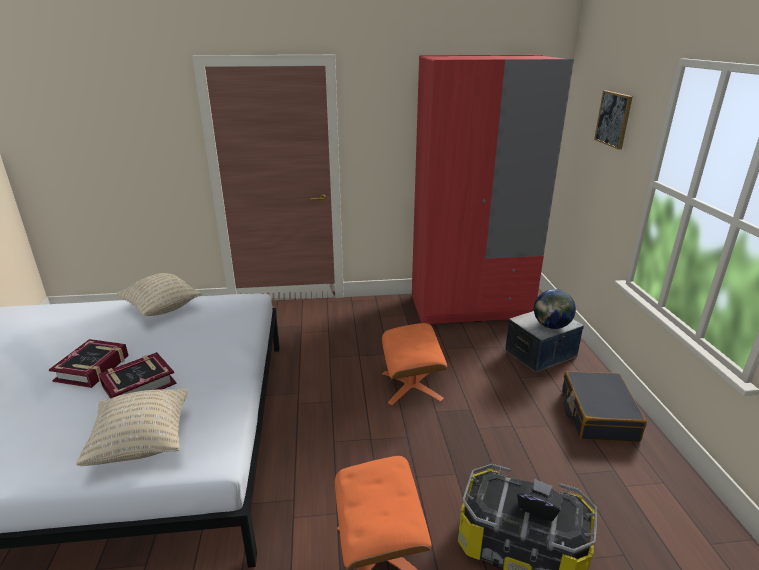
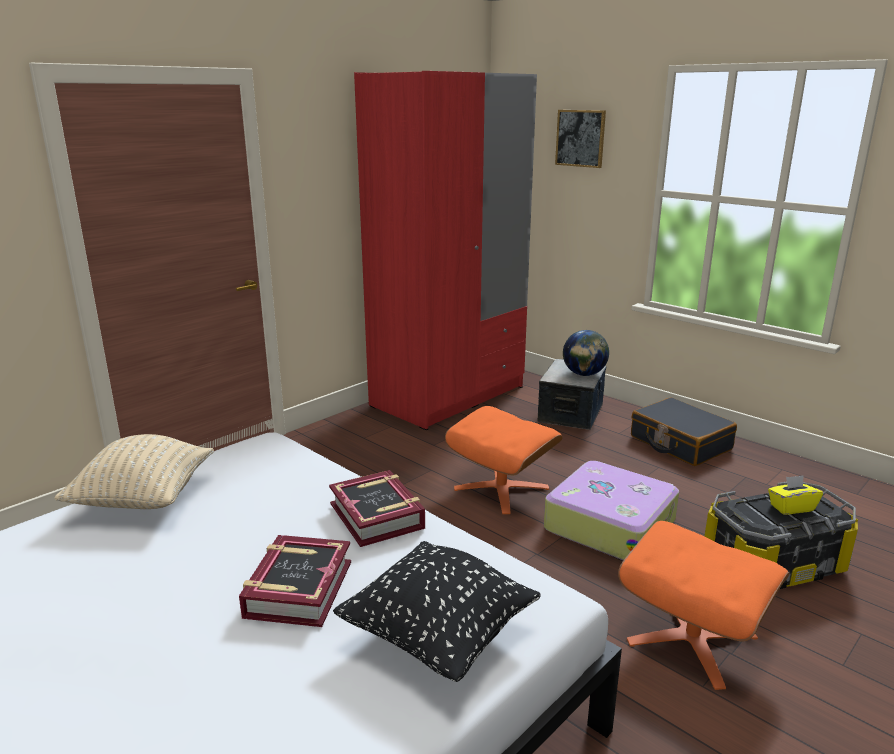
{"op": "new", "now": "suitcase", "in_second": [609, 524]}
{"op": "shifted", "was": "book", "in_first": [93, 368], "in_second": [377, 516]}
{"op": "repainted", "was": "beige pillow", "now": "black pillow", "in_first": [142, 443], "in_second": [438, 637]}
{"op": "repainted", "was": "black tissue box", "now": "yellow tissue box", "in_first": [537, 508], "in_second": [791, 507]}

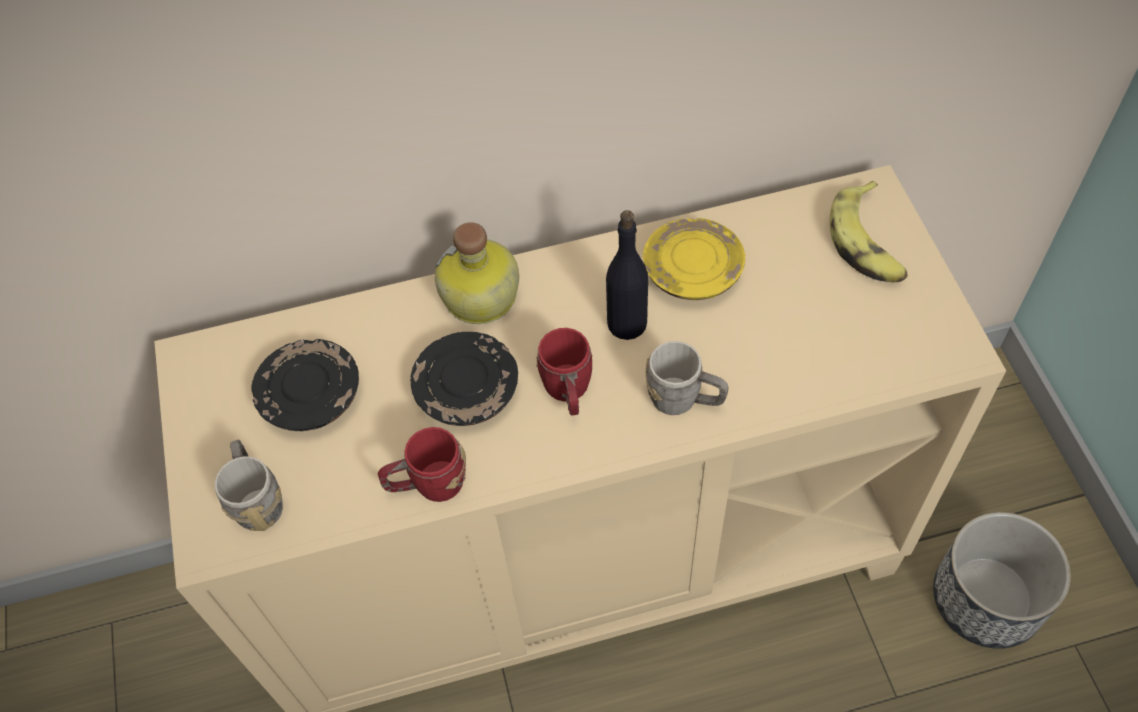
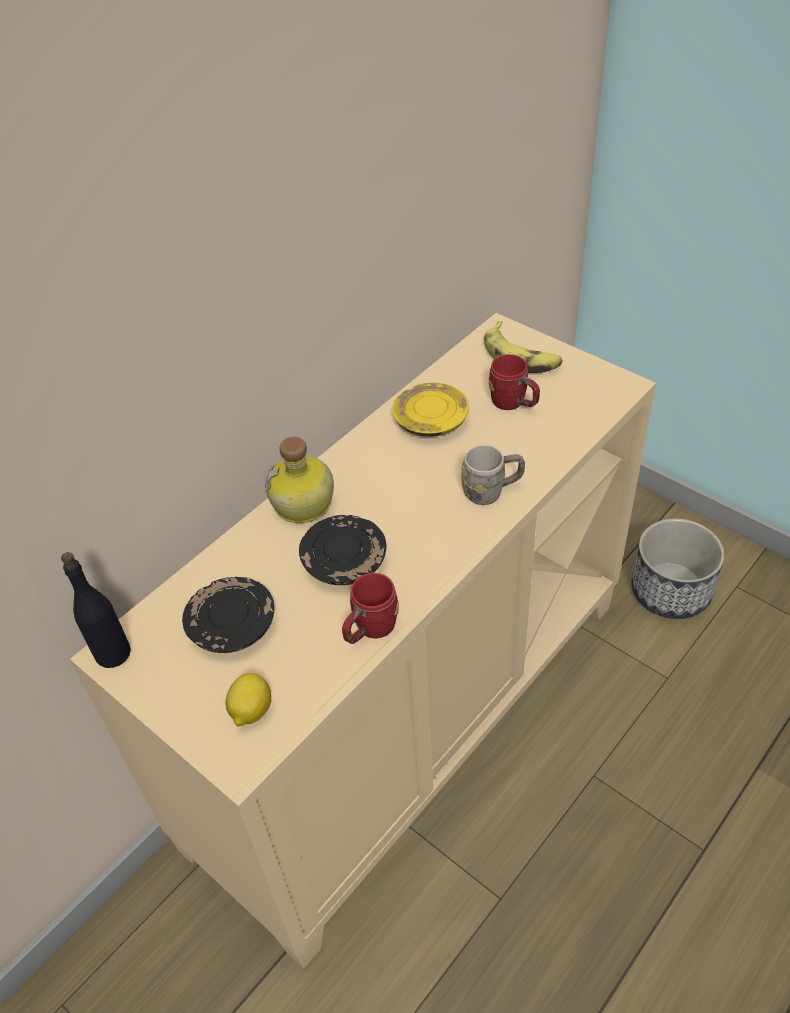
{"op": "shifted", "was": "red mug", "in_first": [568, 393], "in_second": [514, 404]}
{"op": "shifted", "was": "black bottle", "in_first": [627, 323], "in_second": [113, 653]}
{"op": "swapped", "was": "grey mug", "now": "lemon", "in_first": [257, 499], "in_second": [251, 711]}

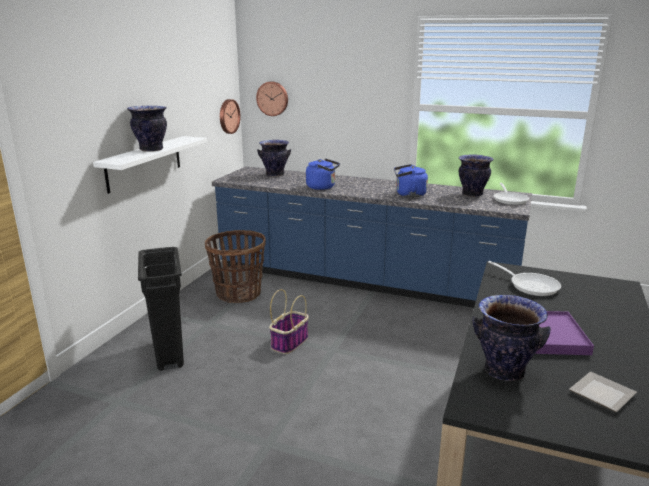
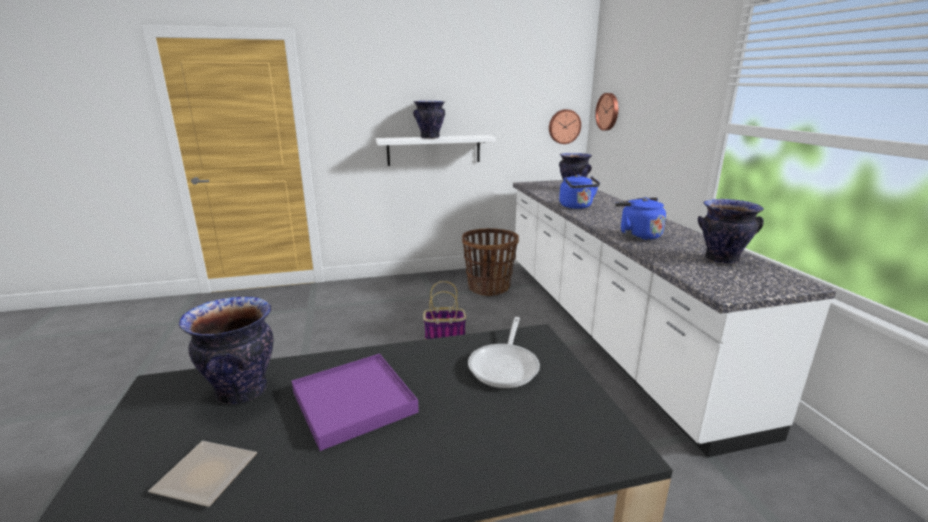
{"op": "gone", "was": "black trash can", "in_first": [169, 354]}
{"op": "gone", "was": "frying pan", "in_first": [510, 199]}
{"op": "repainted", "was": "blue counter", "now": "white counter", "in_first": [363, 280], "in_second": [605, 327]}

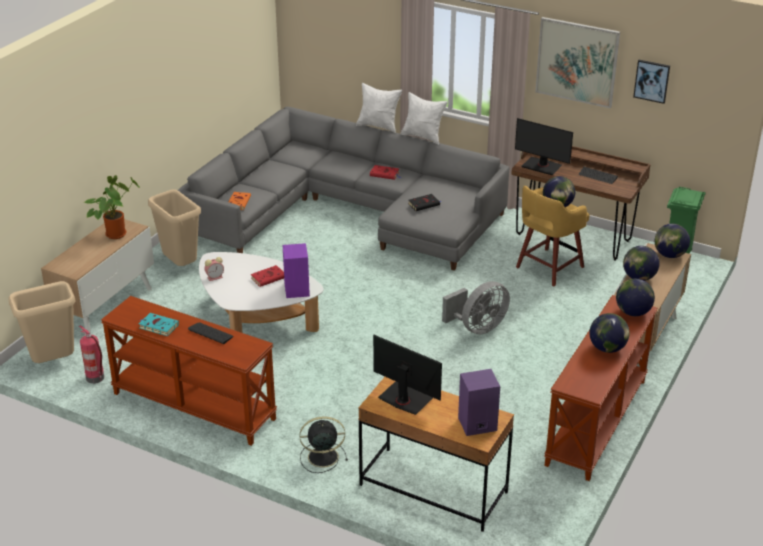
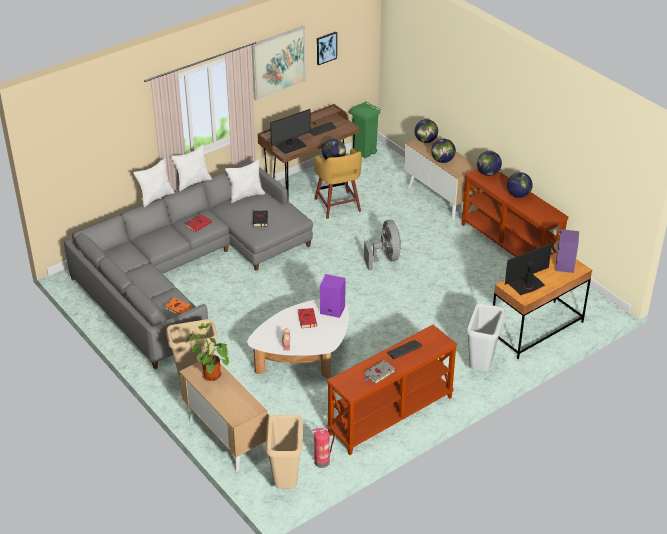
{"op": "new", "now": "white pillow", "in_second": [246, 195]}
{"op": "swapped", "was": "black fan", "now": "grey trash can", "in_first": [321, 457], "in_second": [481, 368]}
{"op": "repainted", "was": "turquoise book", "now": "grey book", "in_first": [158, 326], "in_second": [378, 374]}

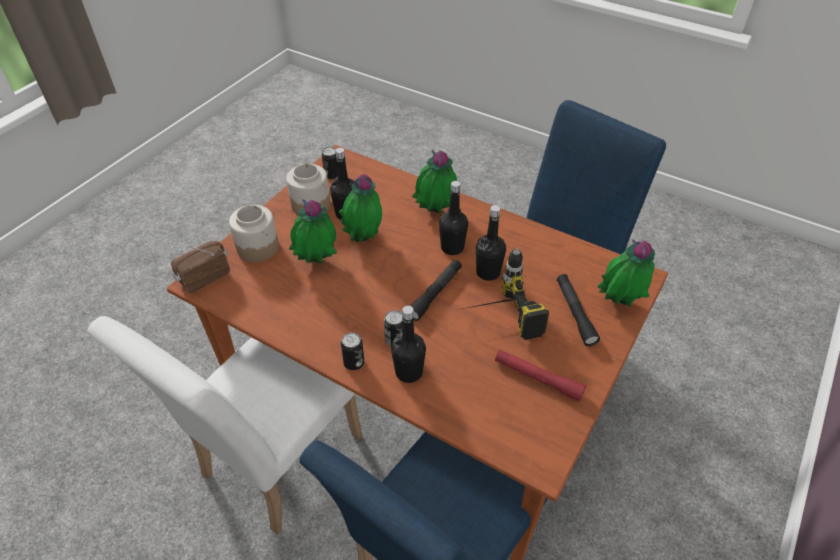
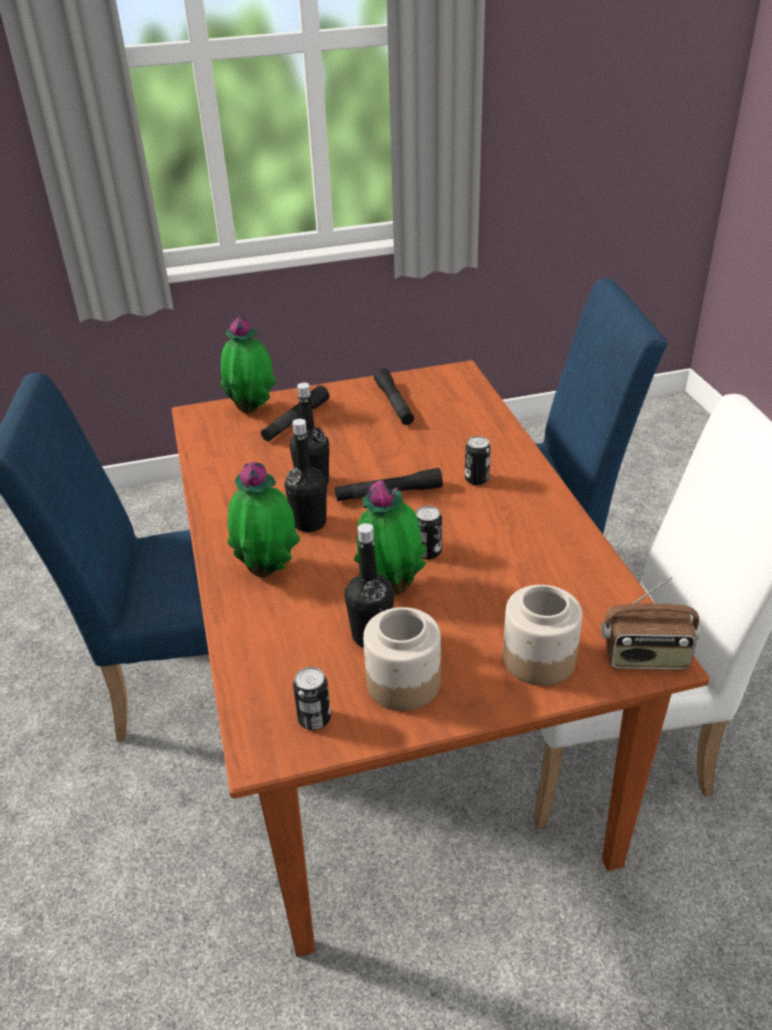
{"op": "gone", "was": "potted plant", "in_first": [317, 263]}
{"op": "gone", "was": "black bottle", "in_first": [409, 372]}
{"op": "gone", "was": "power drill", "in_first": [494, 318]}
{"op": "shifted", "was": "can", "in_first": [354, 363], "in_second": [428, 552]}
{"op": "repainted", "was": "red flashlight", "now": "black flashlight", "in_first": [538, 379], "in_second": [394, 404]}

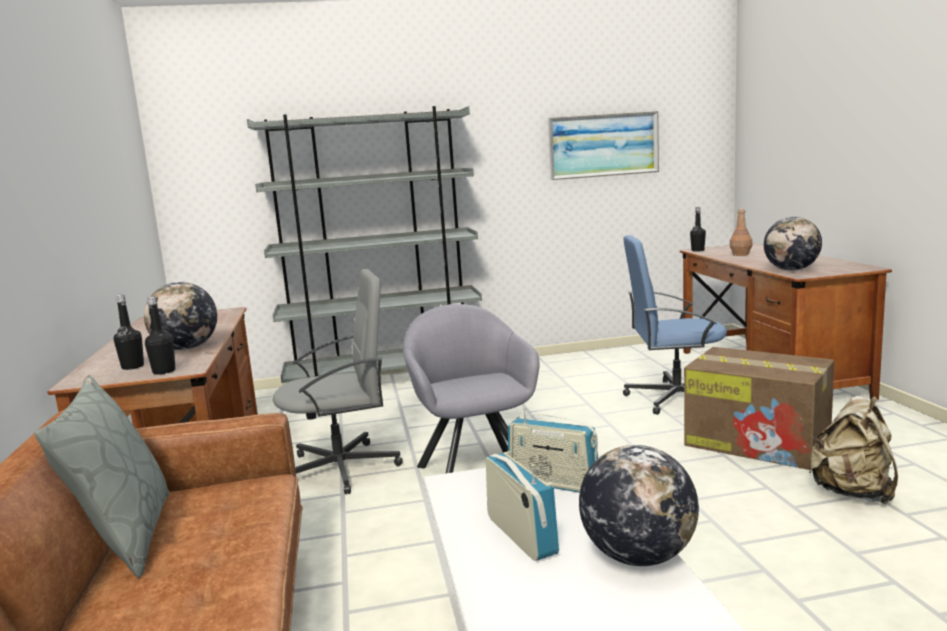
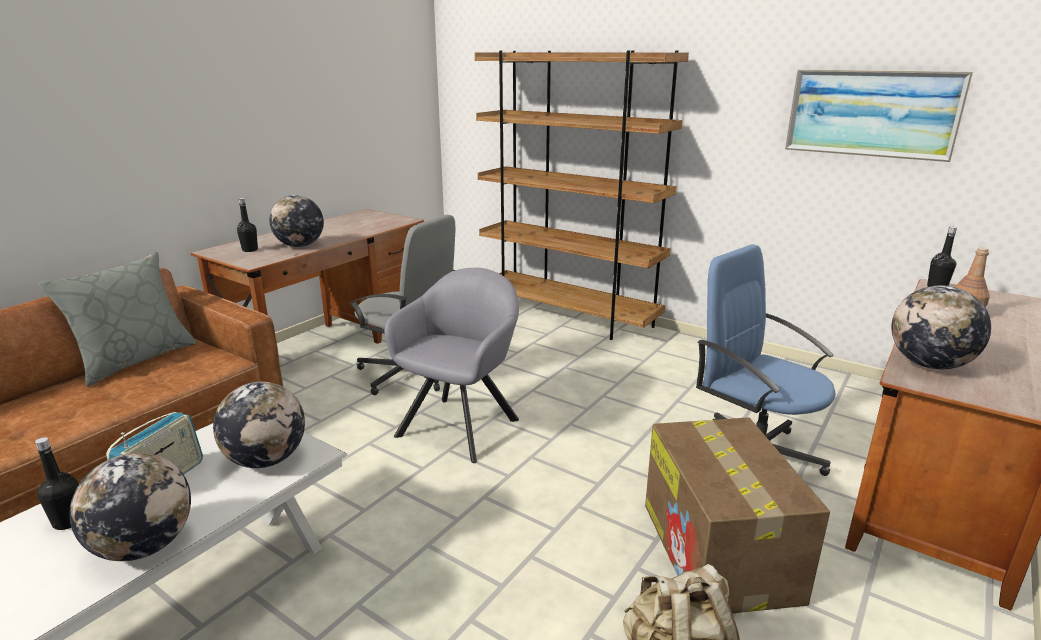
{"op": "shifted", "was": "black bottle", "in_first": [164, 371], "in_second": [69, 521]}
{"op": "swapped", "was": "radio", "now": "globe", "in_first": [553, 483], "in_second": [266, 460]}
{"op": "repainted", "was": "grey bookcase", "now": "brown bookcase", "in_first": [386, 382], "in_second": [568, 316]}

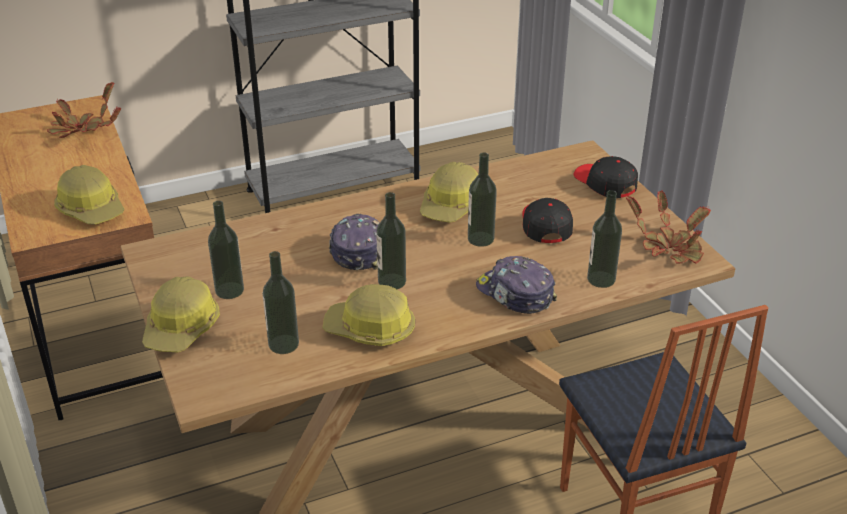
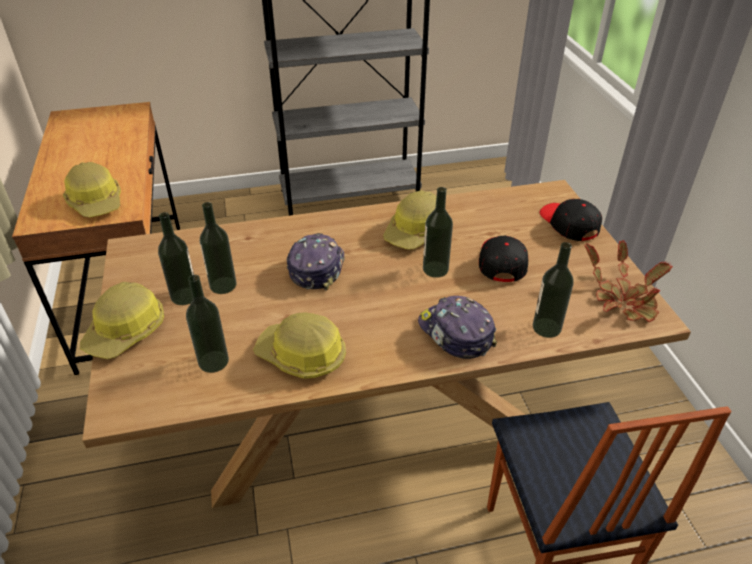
{"op": "gone", "was": "potted plant", "in_first": [82, 130]}
{"op": "shifted", "was": "bottle", "in_first": [392, 281], "in_second": [223, 285]}

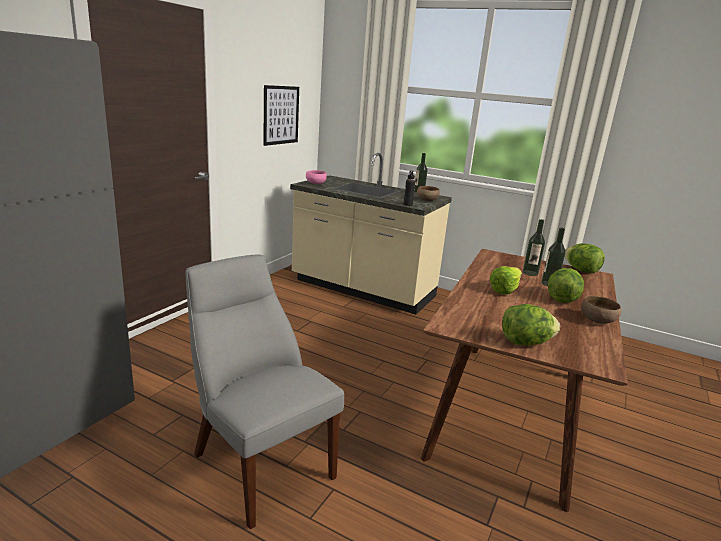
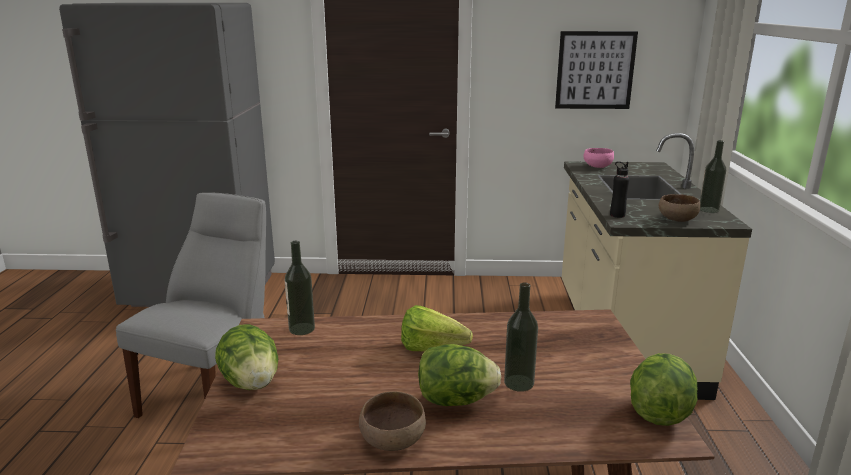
{"op": "shifted", "was": "bottle", "in_first": [530, 273], "in_second": [302, 329]}

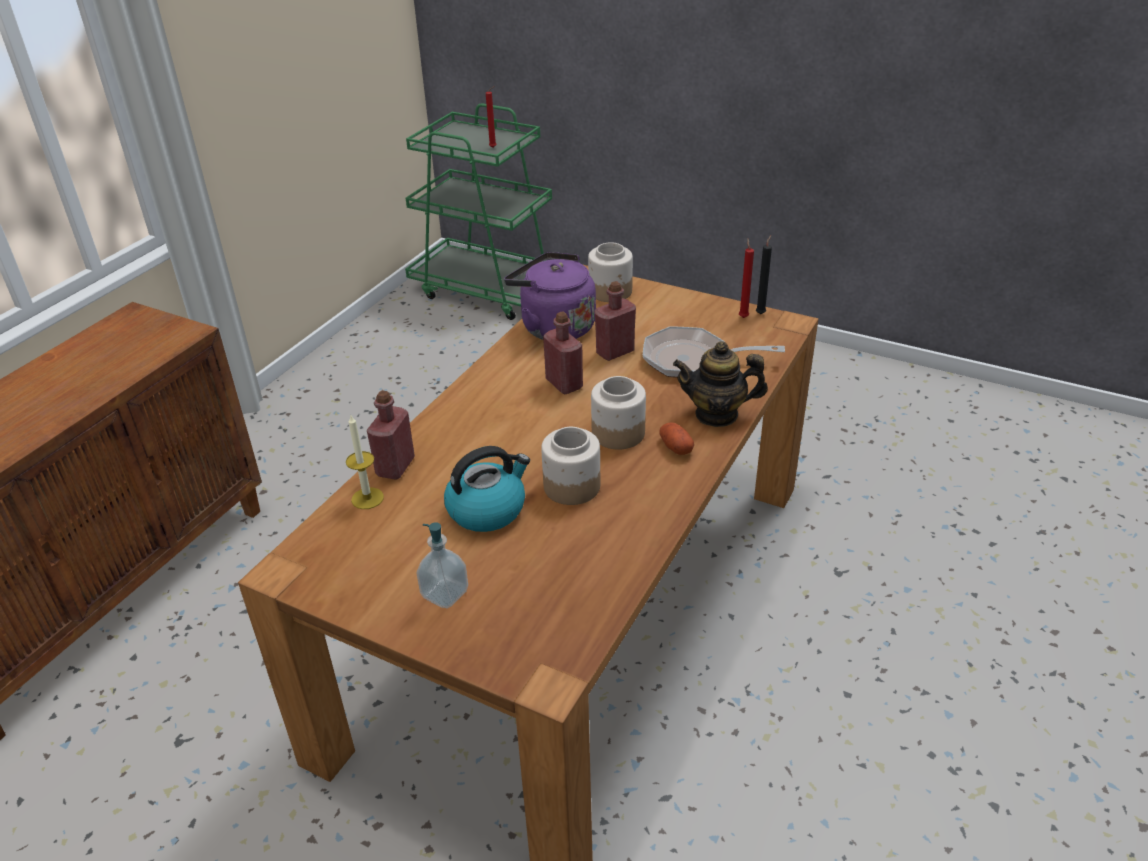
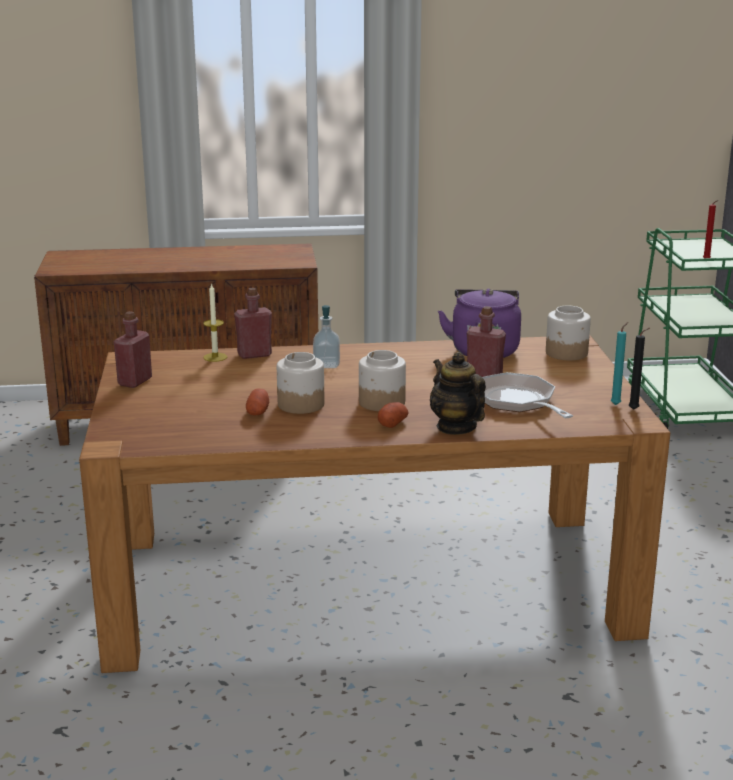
{"op": "gone", "was": "kettle", "in_first": [487, 509]}
{"op": "new", "now": "potato", "in_second": [258, 412]}
{"op": "shifted", "was": "soap dispenser", "in_first": [445, 593], "in_second": [326, 365]}
{"op": "shifted", "was": "red bottle", "in_first": [564, 384], "in_second": [135, 381]}
{"op": "repainted", "was": "red candle", "now": "turquoise candle", "in_first": [743, 317], "in_second": [616, 404]}

